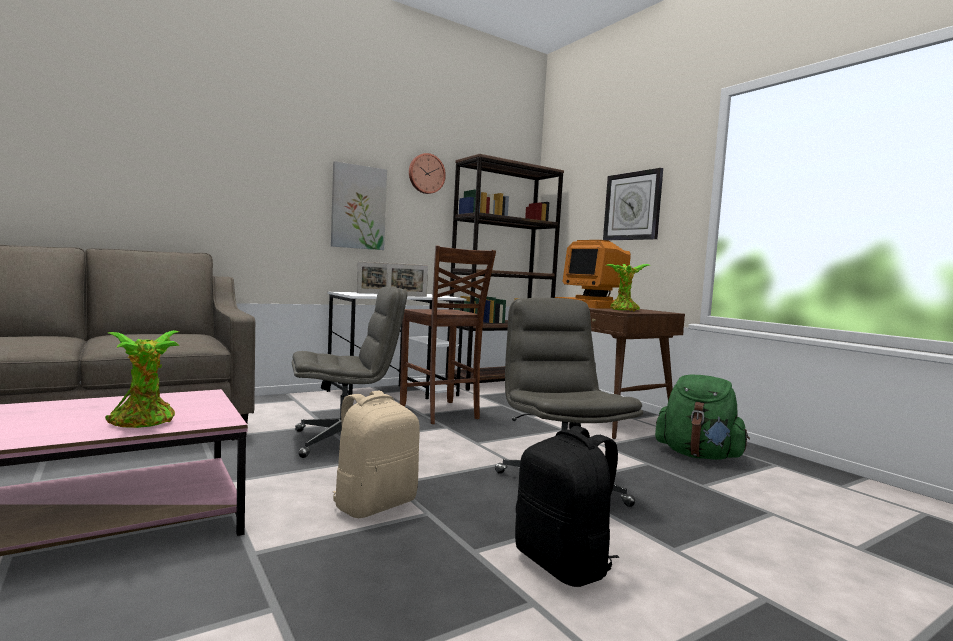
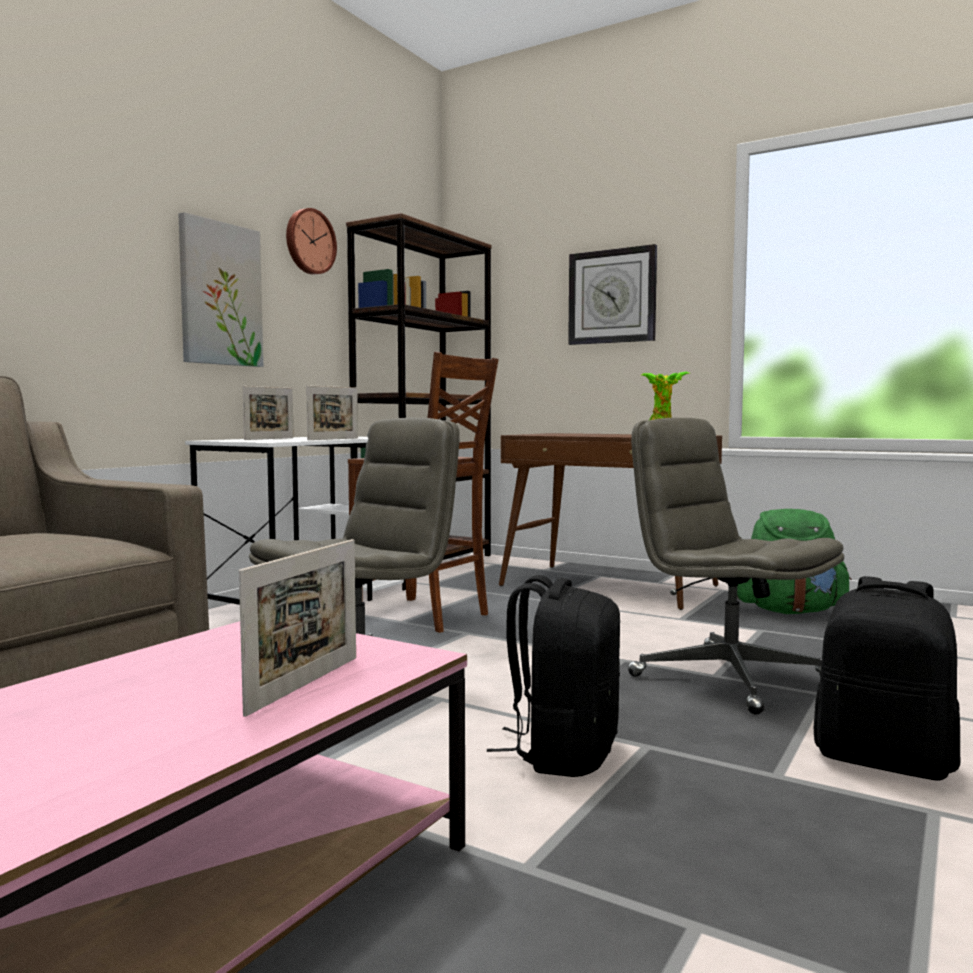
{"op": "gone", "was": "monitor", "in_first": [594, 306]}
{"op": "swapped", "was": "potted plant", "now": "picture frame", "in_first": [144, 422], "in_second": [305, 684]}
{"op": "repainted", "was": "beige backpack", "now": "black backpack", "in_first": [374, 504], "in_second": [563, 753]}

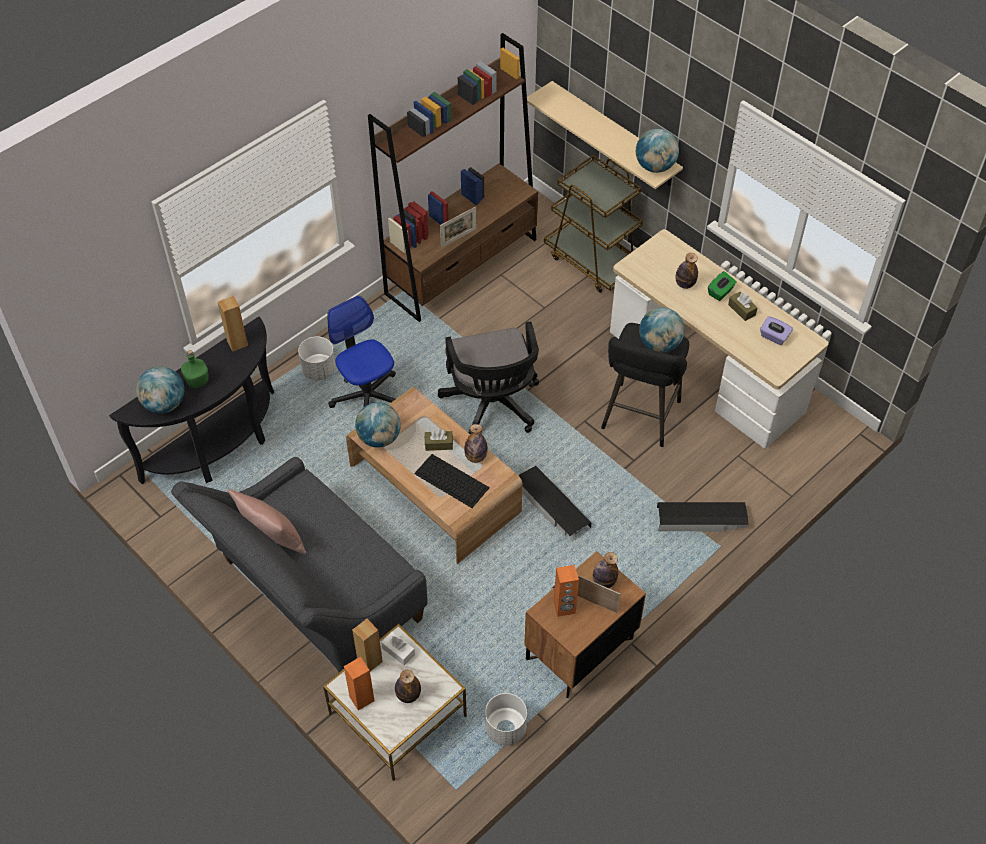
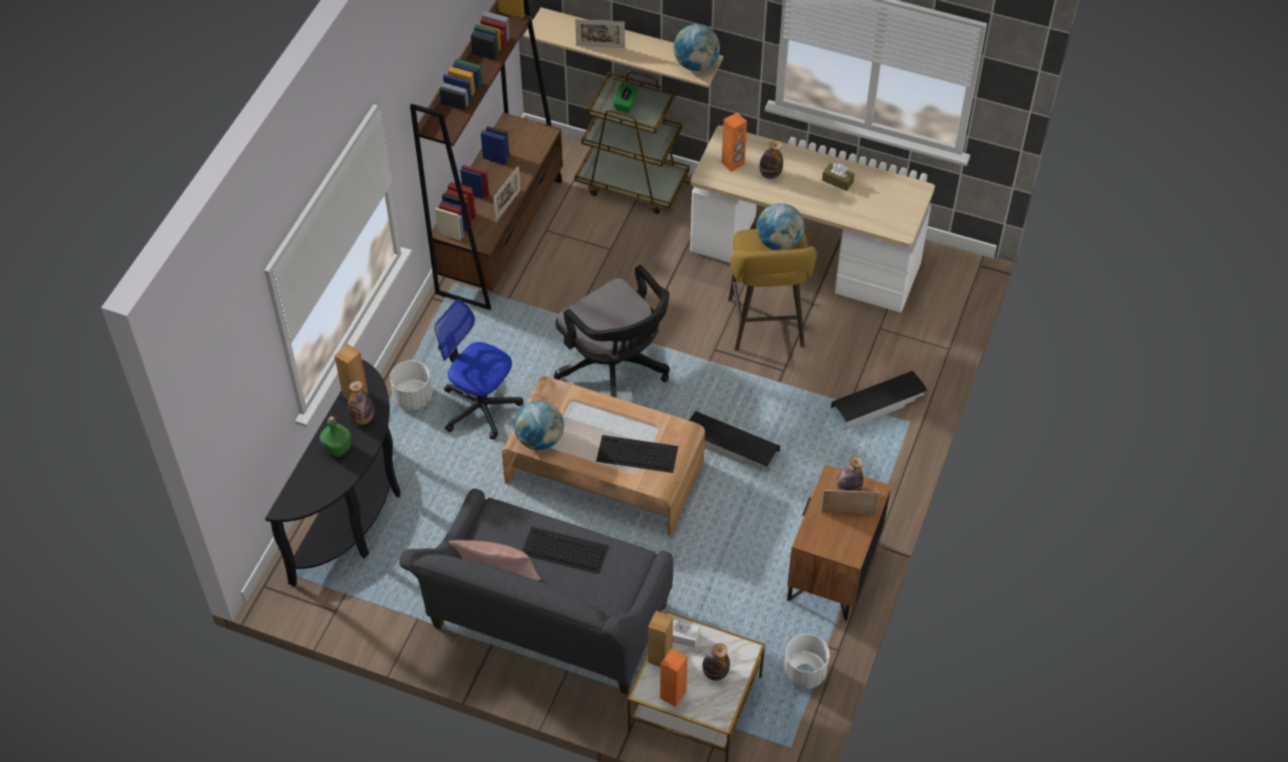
{"op": "gone", "was": "globe", "in_first": [164, 404]}
{"op": "gone", "was": "brown tissue box", "in_first": [439, 444]}
{"op": "gone", "was": "purple tissue box", "in_first": [774, 337]}
{"op": "new", "now": "keyboard", "in_second": [564, 550]}
{"op": "new", "now": "picture frame", "in_second": [600, 46]}
{"op": "shifted", "was": "bottle", "in_first": [476, 457], "in_second": [362, 418]}
{"op": "shifted", "was": "orange speaker", "in_first": [564, 608], "in_second": [733, 163]}
{"op": "shifted", "was": "green tissue box", "in_first": [720, 292], "in_second": [626, 104]}
{"op": "repainted", "was": "black stool", "now": "yellow stool", "in_first": [639, 418], "in_second": [766, 327]}

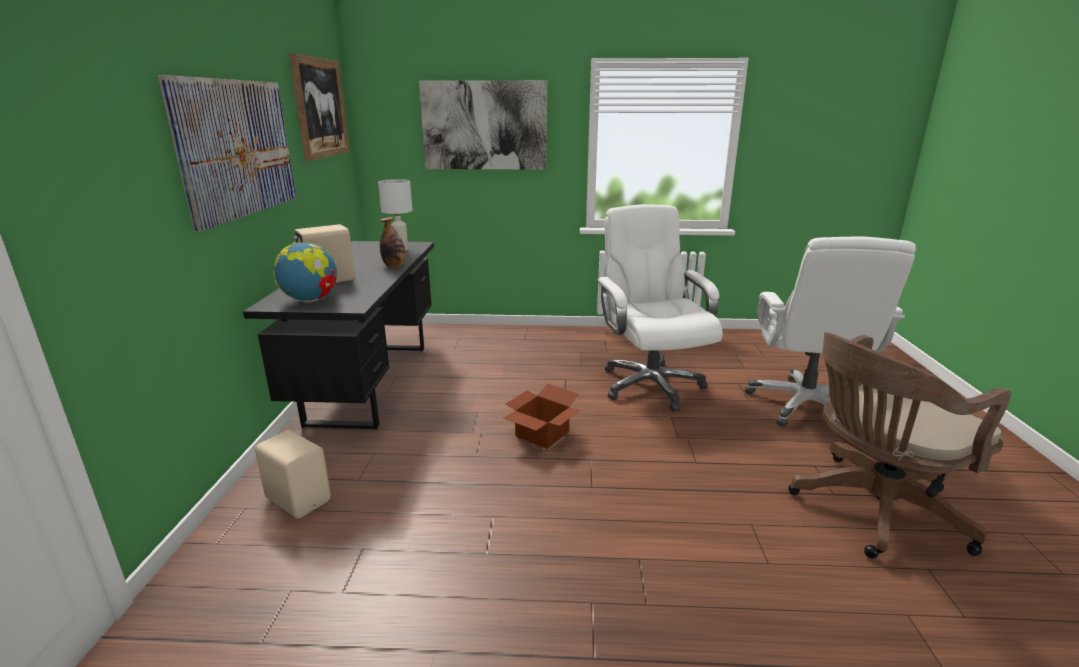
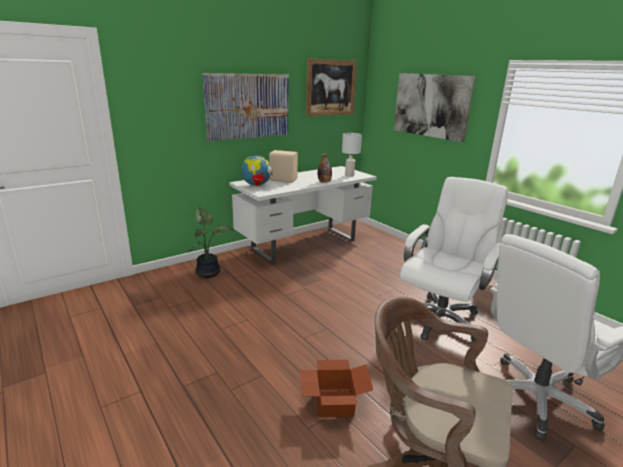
{"op": "shifted", "was": "cardboard box", "in_first": [540, 434], "in_second": [333, 402]}
{"op": "swapped", "was": "beige speaker", "now": "potted plant", "in_first": [299, 498], "in_second": [209, 272]}
{"op": "repainted", "was": "black desk", "now": "white desk", "in_first": [370, 382], "in_second": [304, 244]}

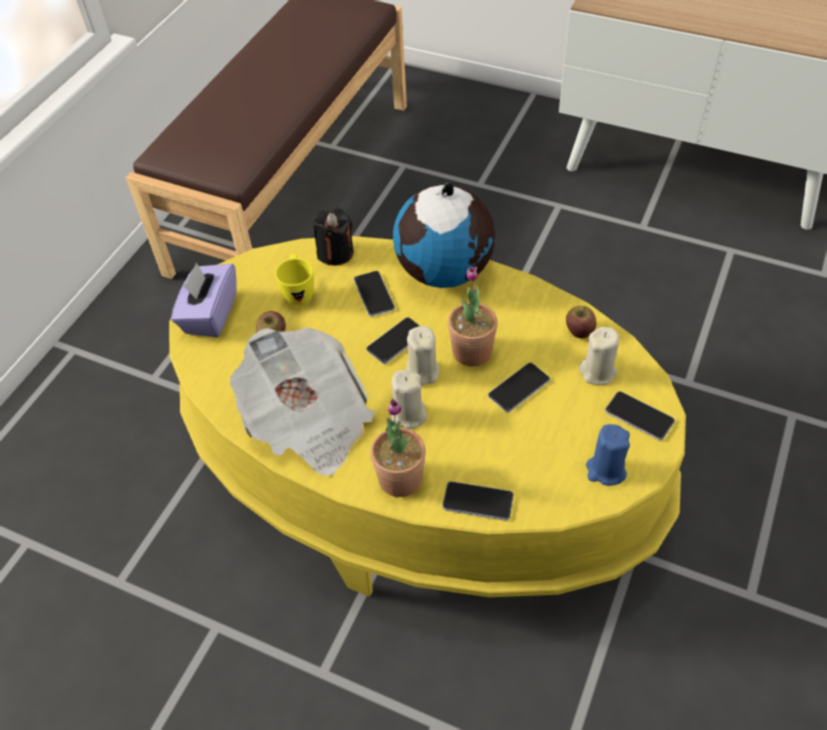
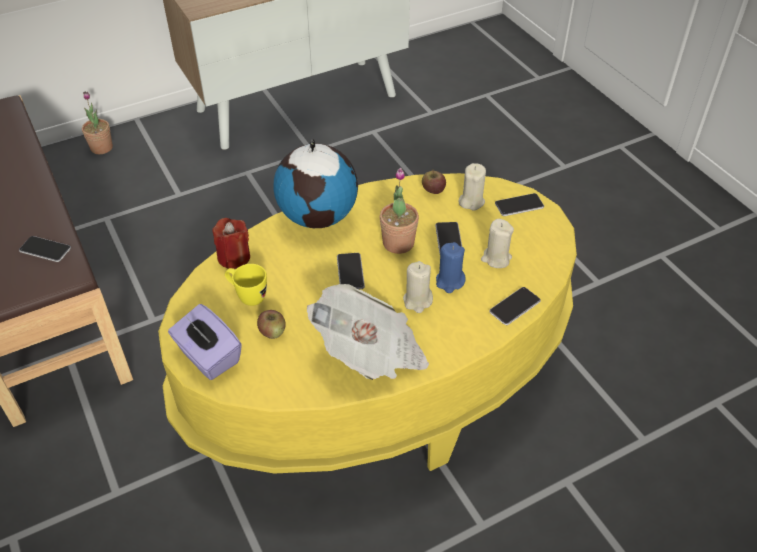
{"op": "shifted", "was": "phone", "in_first": [374, 294], "in_second": [45, 249]}
{"op": "shifted", "was": "potted plant", "in_first": [400, 478], "in_second": [101, 148]}
{"op": "shifted", "was": "beige candle", "in_first": [422, 372], "in_second": [496, 258]}
{"op": "shifted", "was": "blue candle", "in_first": [605, 470], "in_second": [449, 281]}
{"op": "repainted", "was": "black candle", "now": "red candle", "in_first": [335, 253], "in_second": [234, 257]}

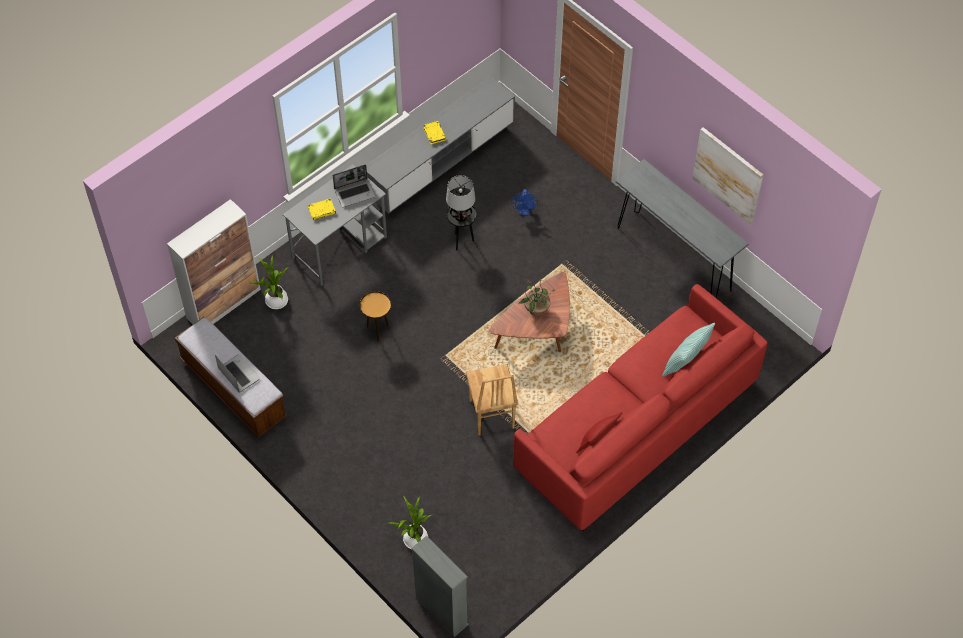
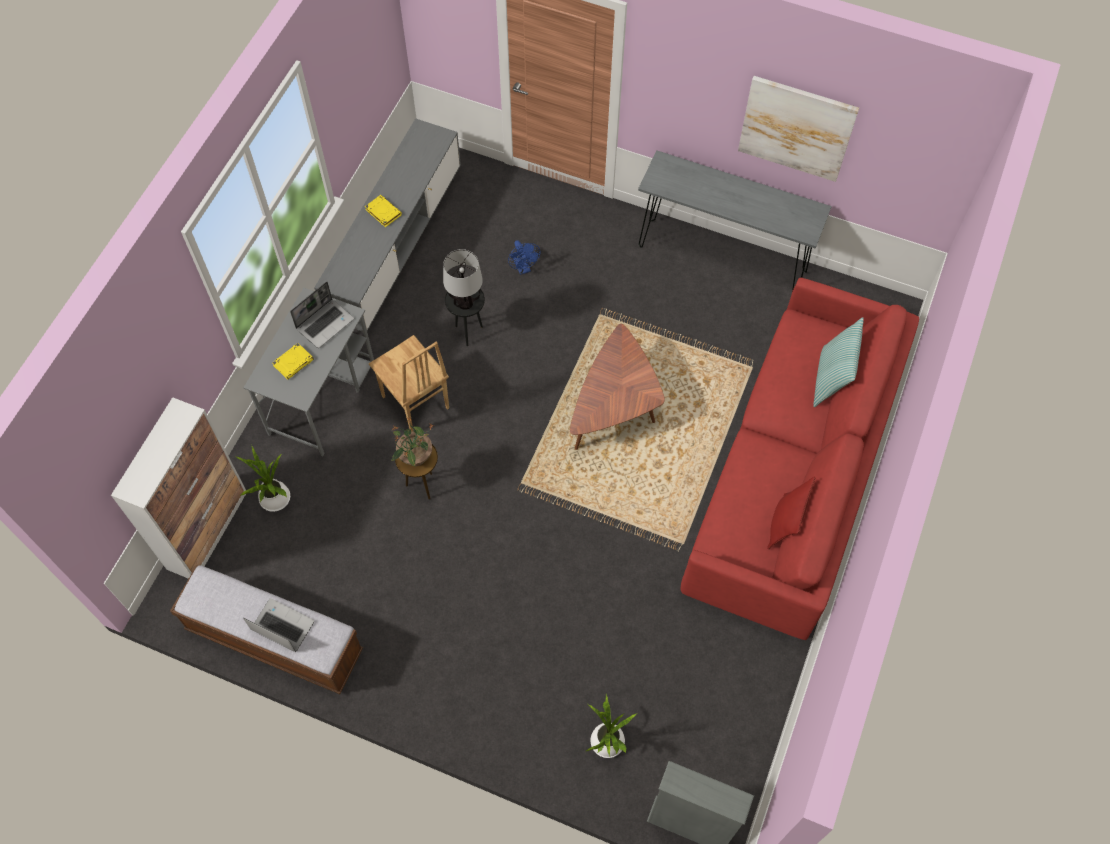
{"op": "shifted", "was": "brown chair", "in_first": [491, 414], "in_second": [415, 403]}
{"op": "shifted", "was": "potted plant", "in_first": [536, 309], "in_second": [415, 457]}

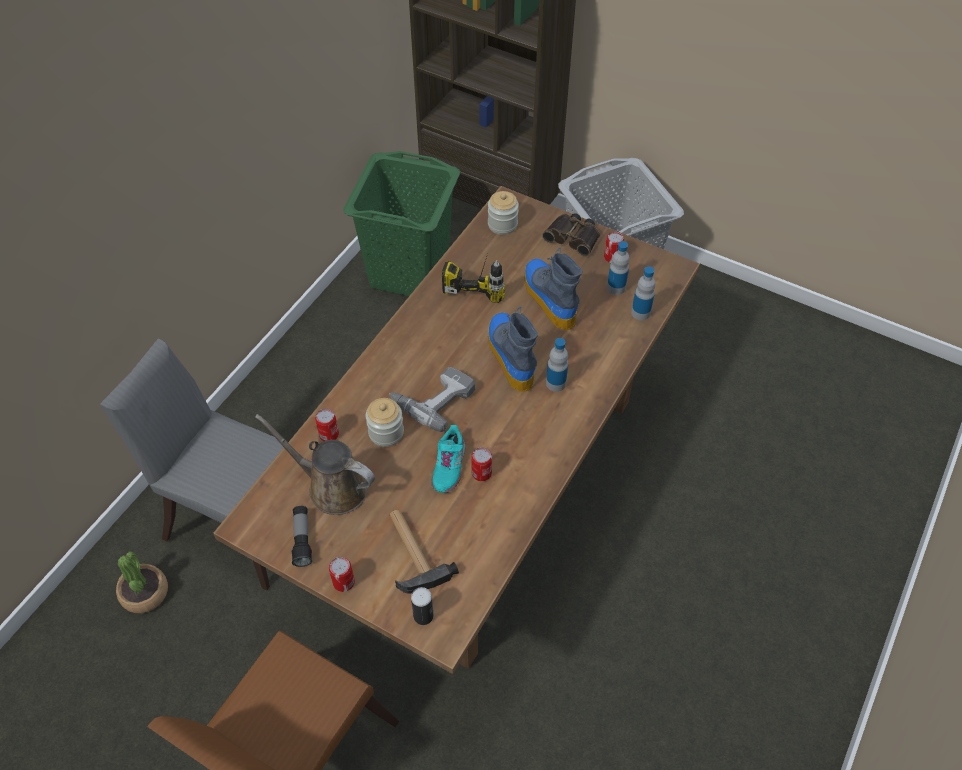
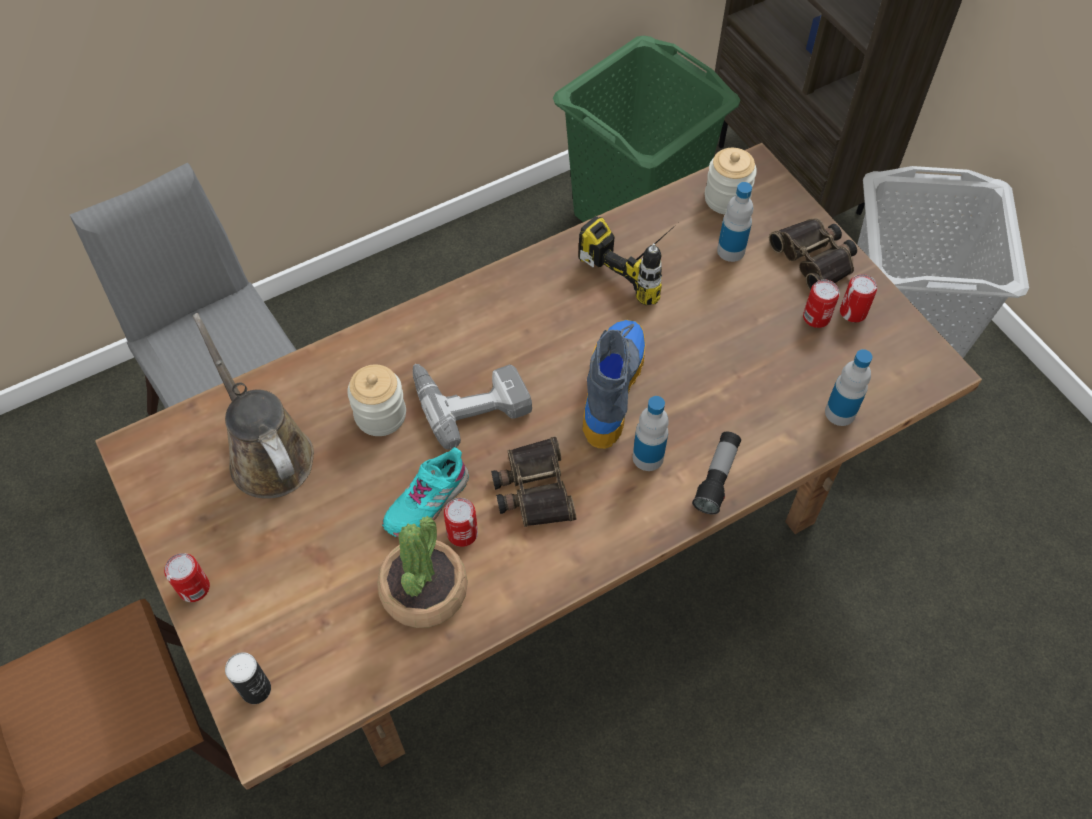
{"op": "gone", "was": "hammer", "in_first": [412, 552]}
{"op": "gone", "was": "boot", "in_first": [548, 298]}
{"op": "new", "now": "binoculars", "in_second": [533, 489]}
{"op": "shifted", "was": "potted plant", "in_first": [145, 593], "in_second": [424, 590]}
{"op": "shifted", "was": "flashlight", "in_first": [302, 540], "in_second": [717, 478]}
{"op": "shifted", "was": "can", "in_first": [329, 434], "in_second": [816, 317]}
{"op": "shifted", "was": "bottle", "in_first": [616, 288], "in_second": [731, 250]}

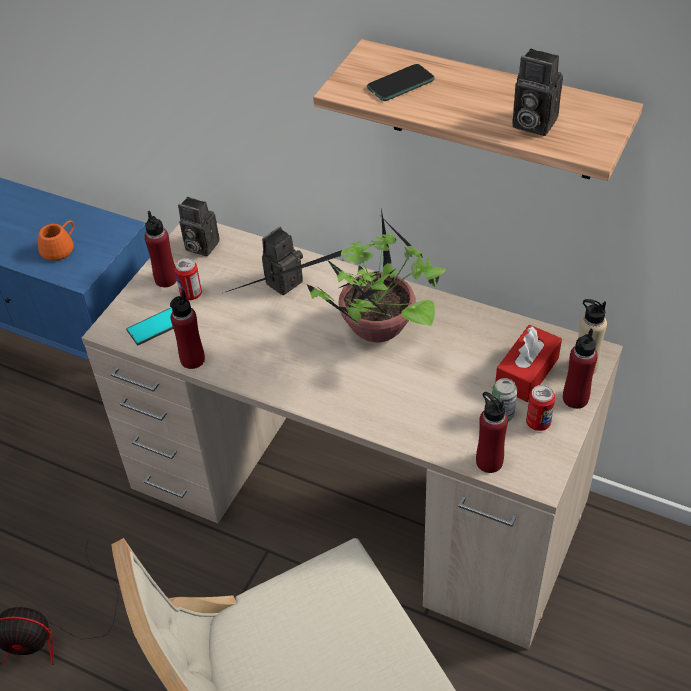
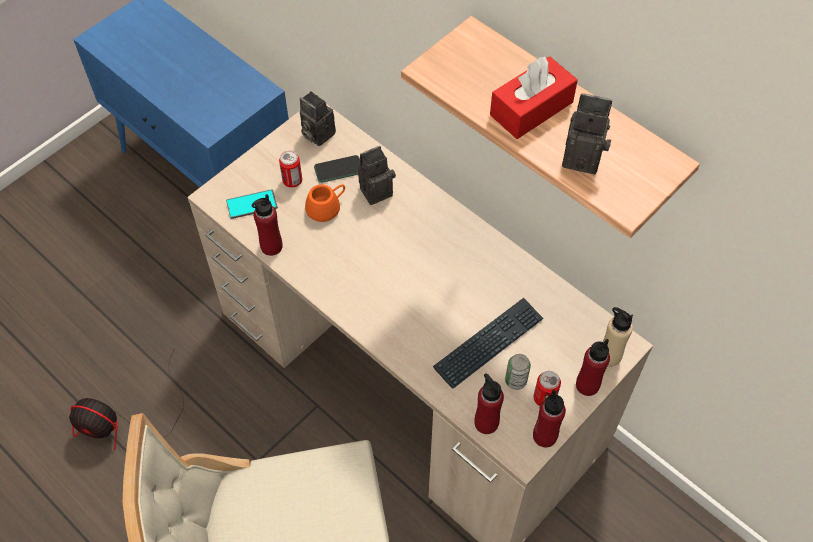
{"op": "gone", "was": "potted plant", "in_first": [372, 329]}
{"op": "new", "now": "keyboard", "in_second": [489, 343]}
{"op": "shifted", "was": "orange mug", "in_first": [60, 248], "in_second": [327, 207]}
{"op": "shifted", "was": "red bottle", "in_first": [166, 279], "in_second": [545, 436]}
{"op": "shifted", "was": "phone", "in_first": [400, 84], "in_second": [338, 169]}
{"op": "shifted", "was": "red tissue box", "in_first": [527, 372], "in_second": [531, 108]}
{"op": "rotated", "was": "photo camera", "in_first": [531, 123], "in_second": [584, 157], "clockwise": 150}

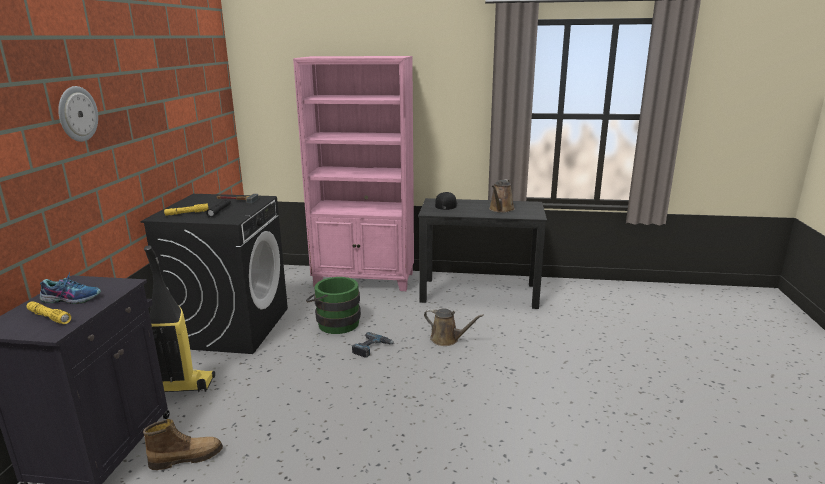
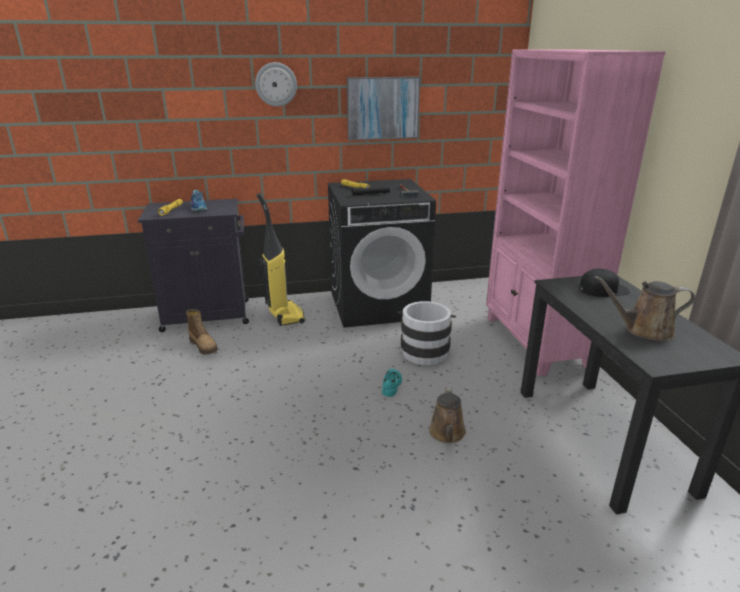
{"op": "new", "now": "picture", "in_second": [383, 108]}
{"op": "swapped", "was": "power drill", "now": "turquoise shoe", "in_first": [372, 348], "in_second": [391, 385]}
{"op": "repainted", "was": "green bucket", "now": "white bucket", "in_first": [335, 323], "in_second": [424, 350]}

